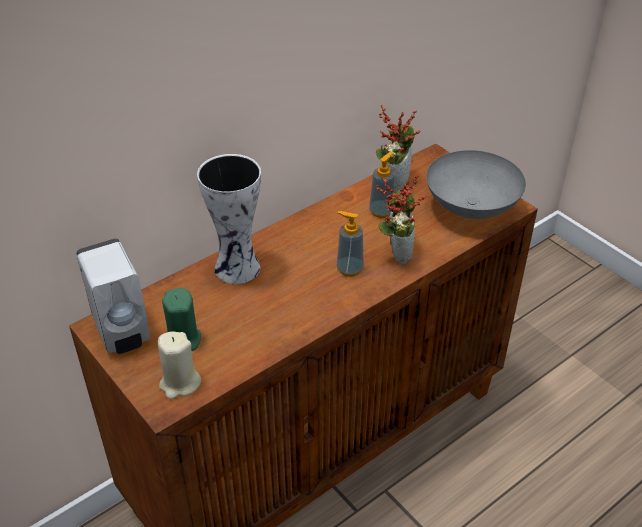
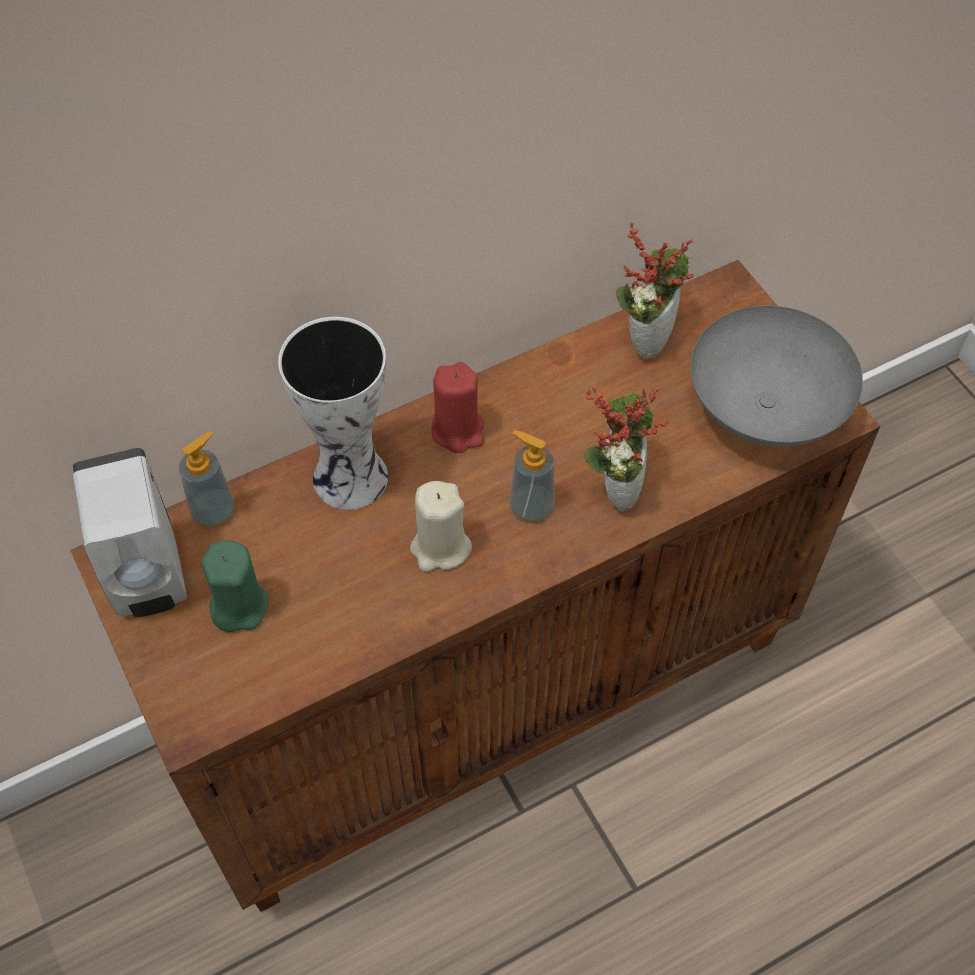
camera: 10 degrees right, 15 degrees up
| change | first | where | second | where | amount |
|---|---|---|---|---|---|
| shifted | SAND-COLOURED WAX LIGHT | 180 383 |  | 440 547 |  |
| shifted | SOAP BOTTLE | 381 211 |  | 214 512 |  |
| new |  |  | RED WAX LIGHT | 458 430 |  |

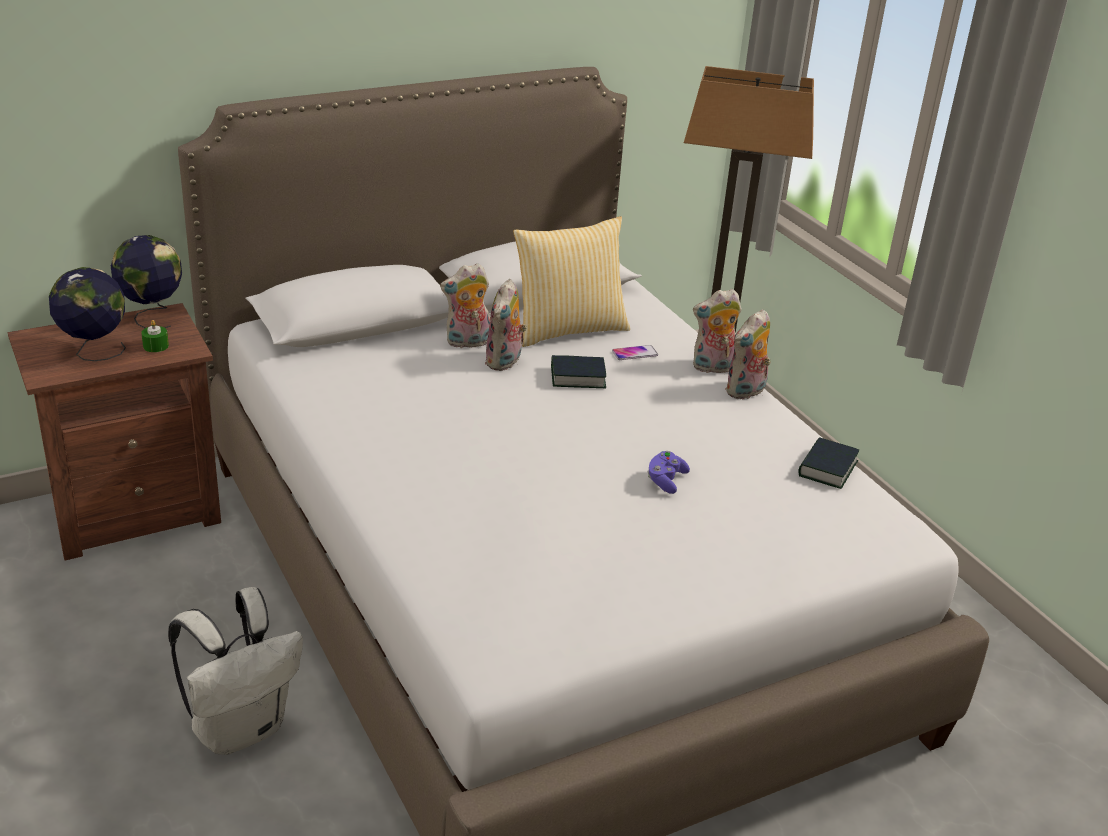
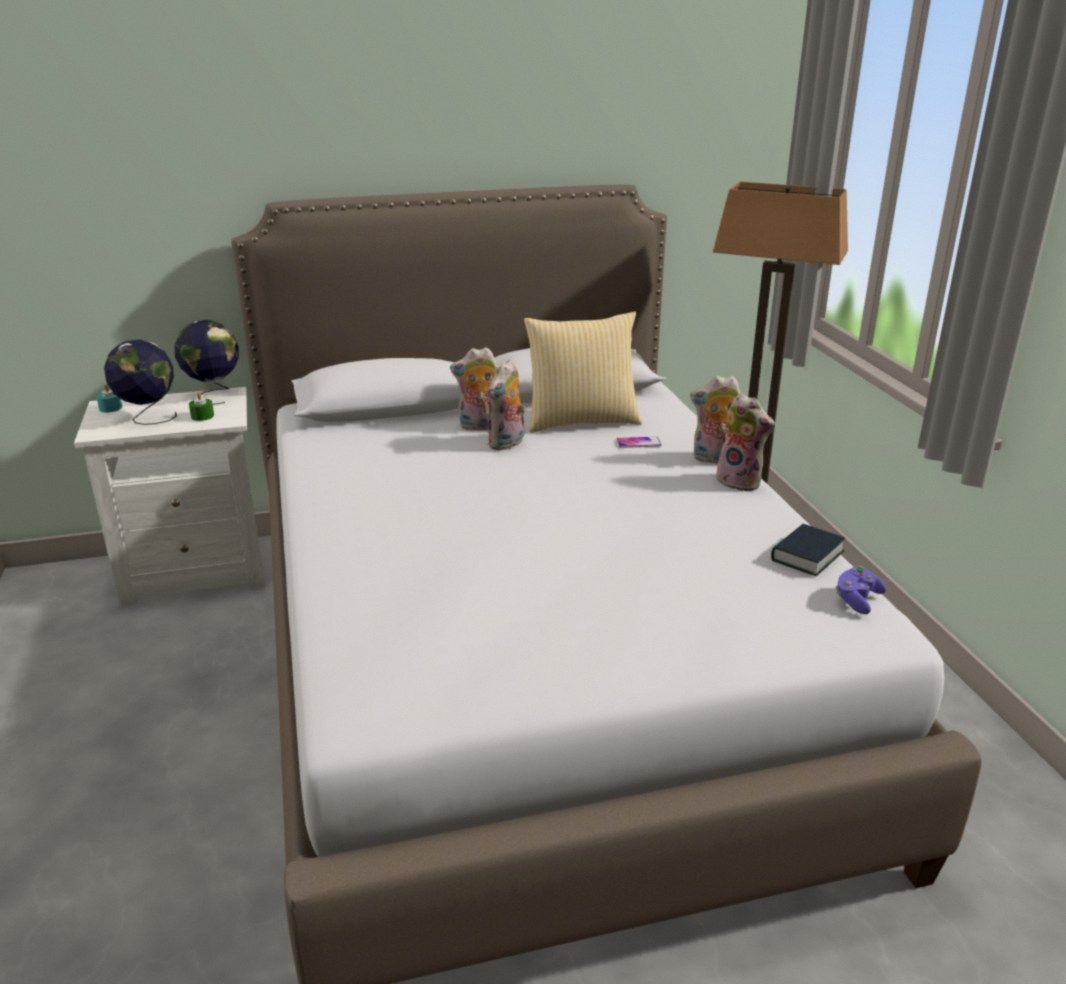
camera: 15 degrees right, 5 degrees down
| change | first | where | second | where | amount |
|---|---|---|---|---|---|
| repainted | BROWN NIGHT TABLE | 134 512 | WHITE-COLOURED NIGHT TABLE | 197 571 |  |
| gone | WHITE-COLOURED RUCKSACK | 241 728 |  |  |  |
| gone | BOUND BOOK | 577 377 |  |  |  |
| shifted | PURPLE GAME CONTROLLER | 666 480 |  | 857 599 |  |
| rotated | SOFT TOY | 746 392 |  | 741 481 | 105 degrees counterclockwise |
| new |  |  | TURQUOISE WAX LIGHT | 110 408 |  |

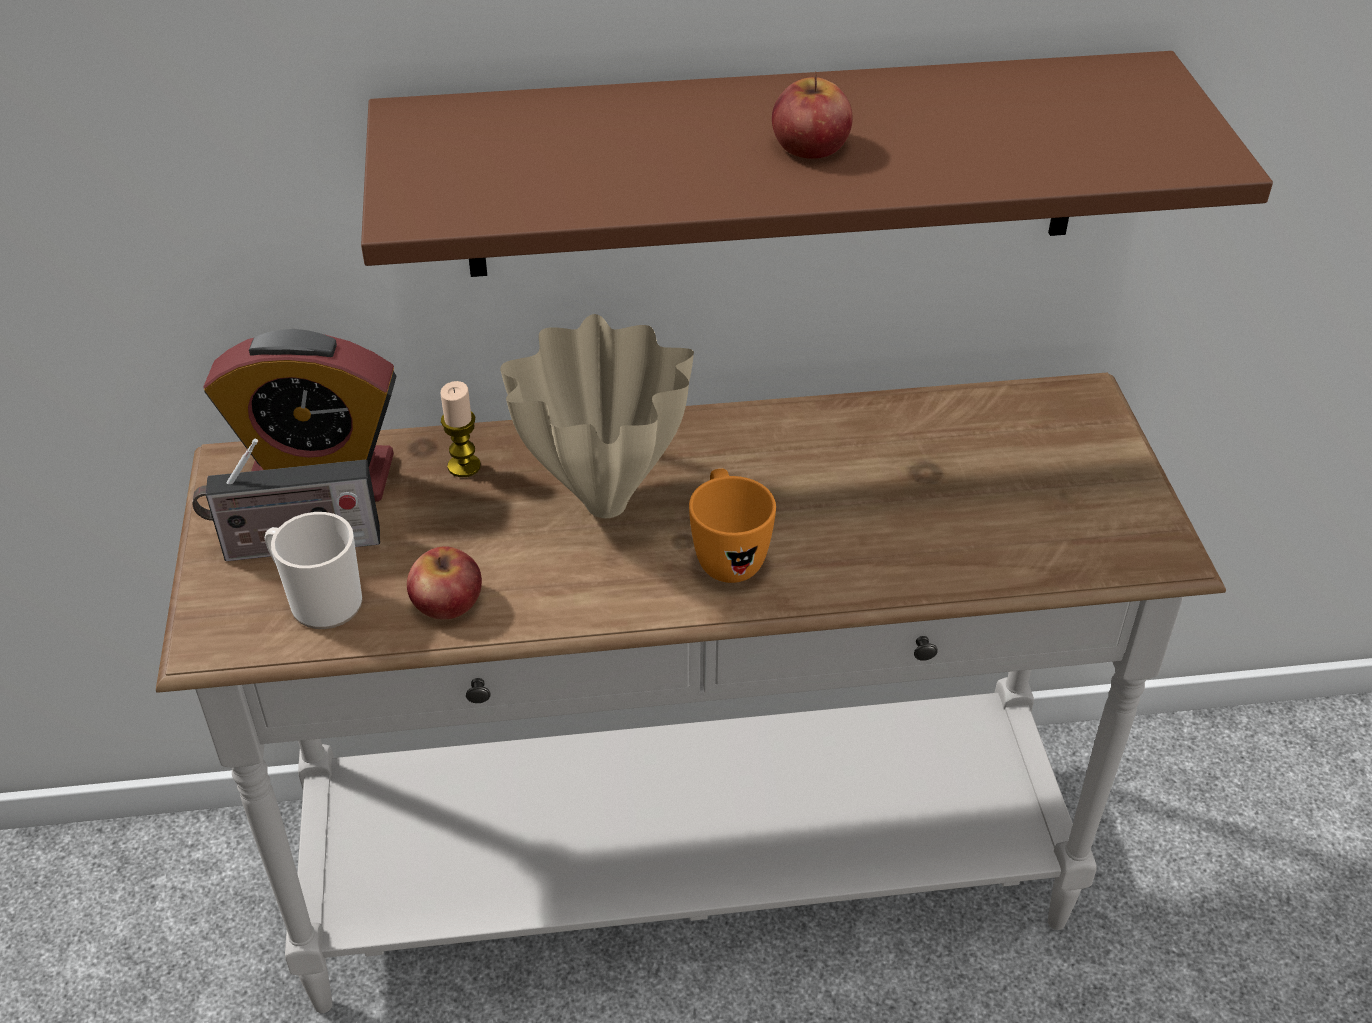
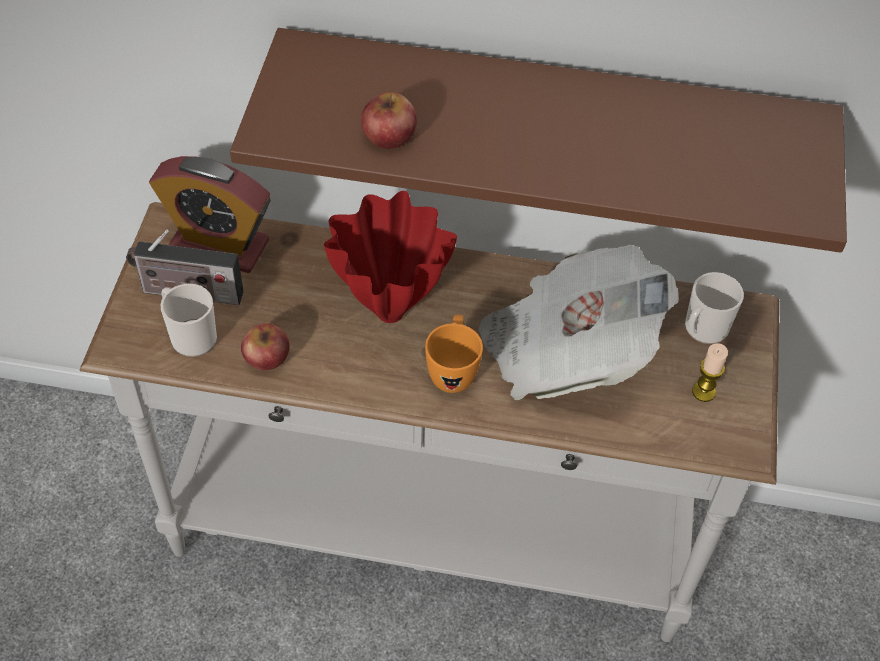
camera: 15 degrees right, 10 degrees up
| change | first | where | second | where | amount |
|---|---|---|---|---|---|
| shifted | WAX LIGHT | 464 466 |  | 703 392 |  |
| repainted | SAND-COLOURED FLOWER VASE | 606 501 | RED FLOWER VASE | 390 310 |  |
| shifted | WHOLE APPLE | 810 145 |  | 388 135 |  |
| new |  |  | PRINTED PAPER | 567 350 |  |
| new |  |  | MUG | 703 330 |  |

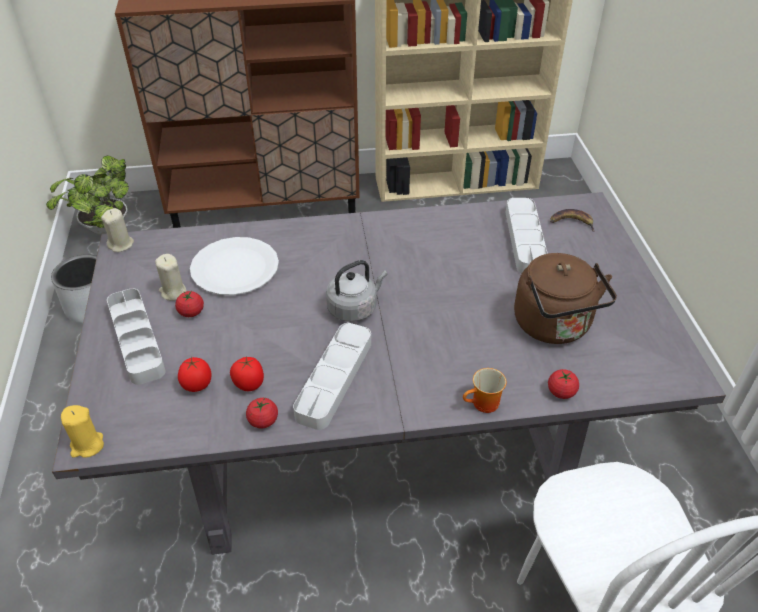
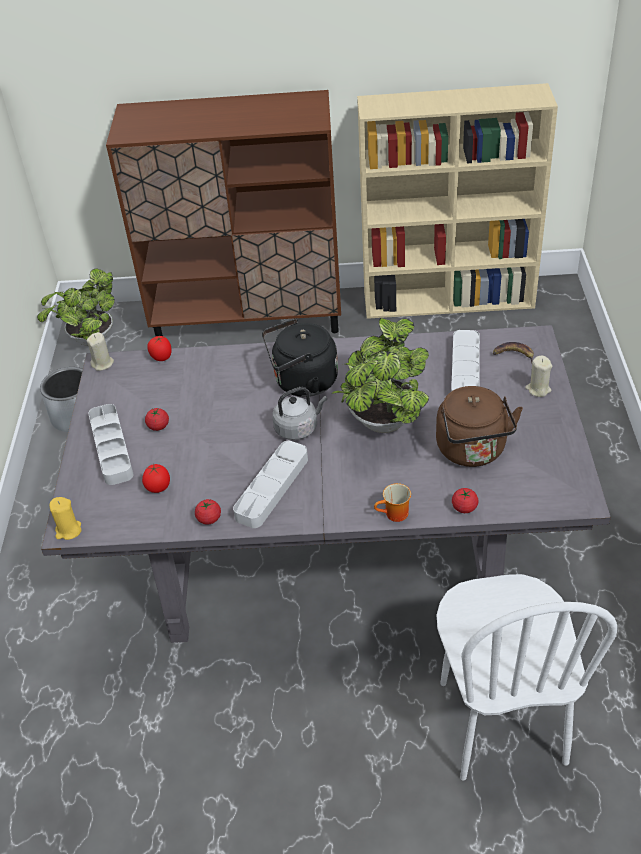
camera: 10 degrees right, 0 degrees up
| change | first | where | second | where | amount |
|---|---|---|---|---|---|
| shifted | SAND-COLOURED WAX LIGHT | 173 292 |  | 538 389 |  |
| gone | WHITE-COLOURED PLATE | 235 268 |  |  |  |
| shifted | FRESH TOMATO | 249 384 |  | 161 357 |  |
| new |  |  | BLACK-COLOURED TEA KETTLE | 302 383 |  |
| new |  |  | POTTED PLANT | 382 425 |  |

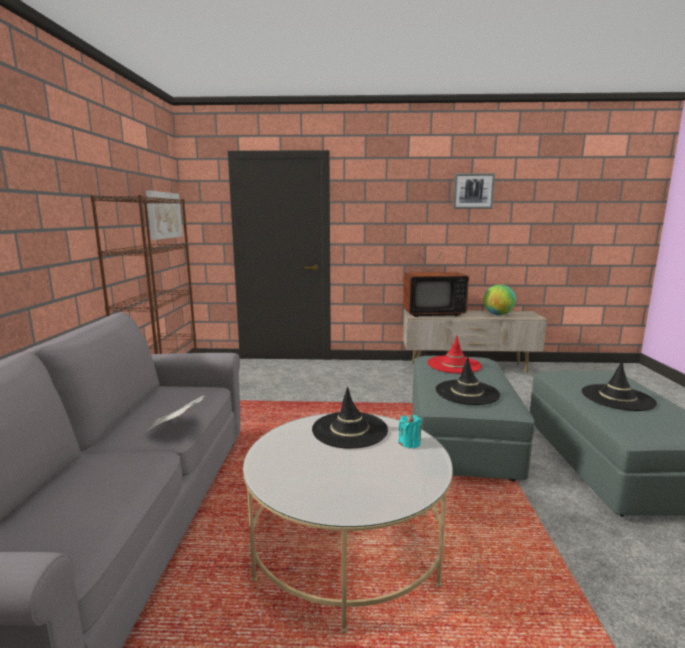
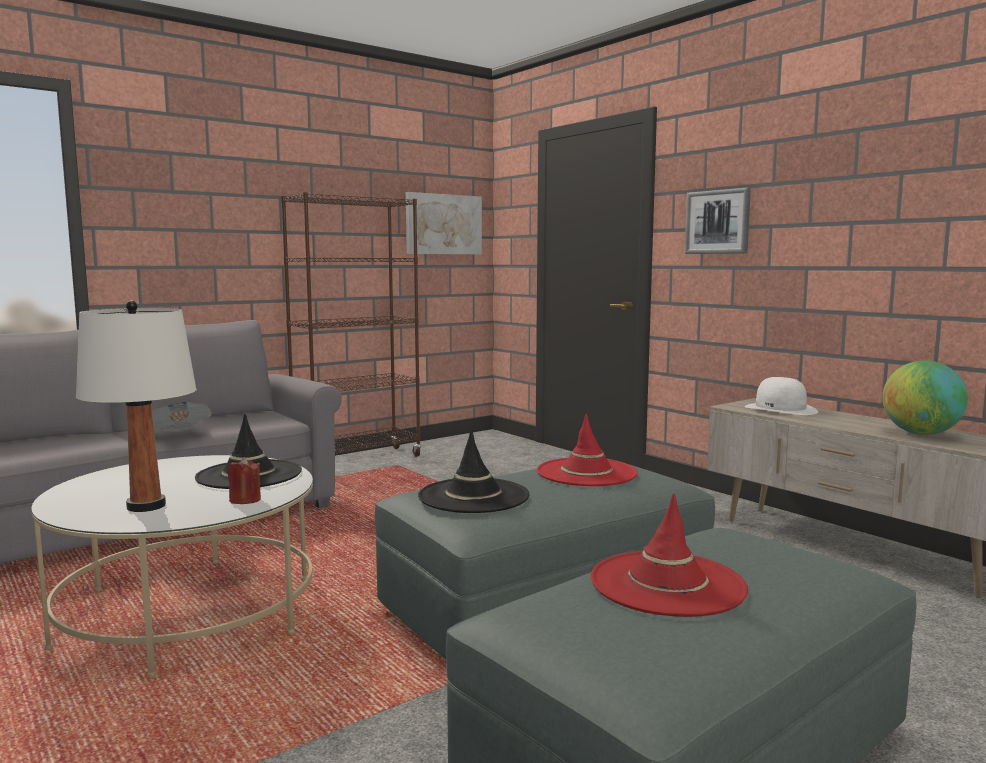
camera: 50 degrees right, 5 degrees down
| change | first | where | second | where | amount |
|---|---|---|---|---|---|
| repainted | TURQUOISE WAX LIGHT | 409 443 | RED WAX LIGHT | 245 500 |  |
| swapped | TV SET | 431 313 | WHITE-COLOURED CLOTHING HAT | 781 409 |  |
| shifted | WALL ART | 473 191 |  | 717 222 |  |
| repainted | BLACK-COLOURED CLOTHING HAT | 617 398 | RED CLOTHING HAT | 667 584 |  |
| new |  |  | WHITE-COLOURED TABLE LAMP | 145 506 |  |

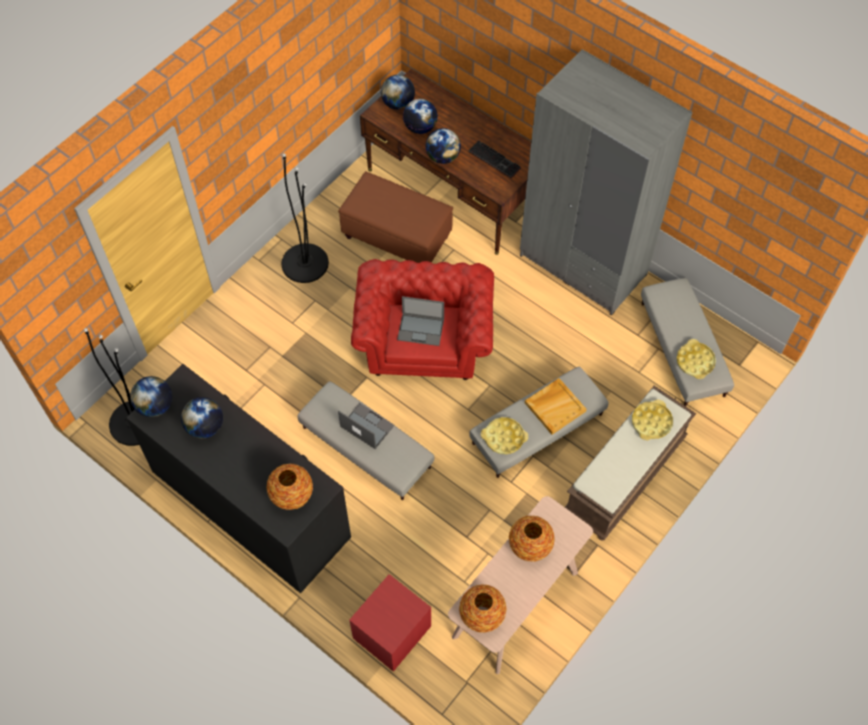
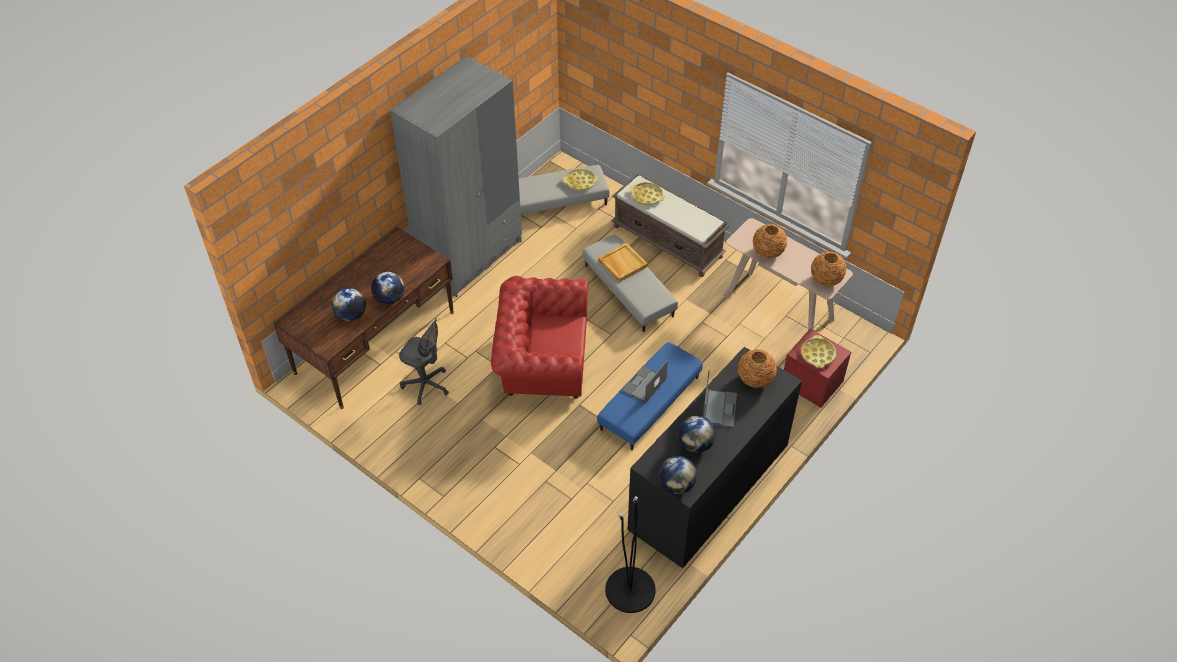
camera: 90 degrees left, 10 degrees down
| change | first | where | second | where | amount |
|---|---|---|---|---|---|
| gone | BLACK-COLOURED FLOOR LAMP | 305 263 |  |  |  |
| repainted | GREYISH OTTOMAN | 366 447 | BLUE OTTOMAN | 649 403 |  |
| swapped | BROWN OTTOMAN | 396 236 | GREYISH DESK CHAIR | 426 385 |  |
| gone | DESK GLOBE | 398 104 |  |  |  |
| shifted | LAPTOP | 421 329 |  | 719 408 |  |
| gone | COMPUTER KEYBOARD | 496 159 |  |  |  |
| shifted | YELLOW-COLOURED TRAY | 504 437 |  | 817 354 |  |

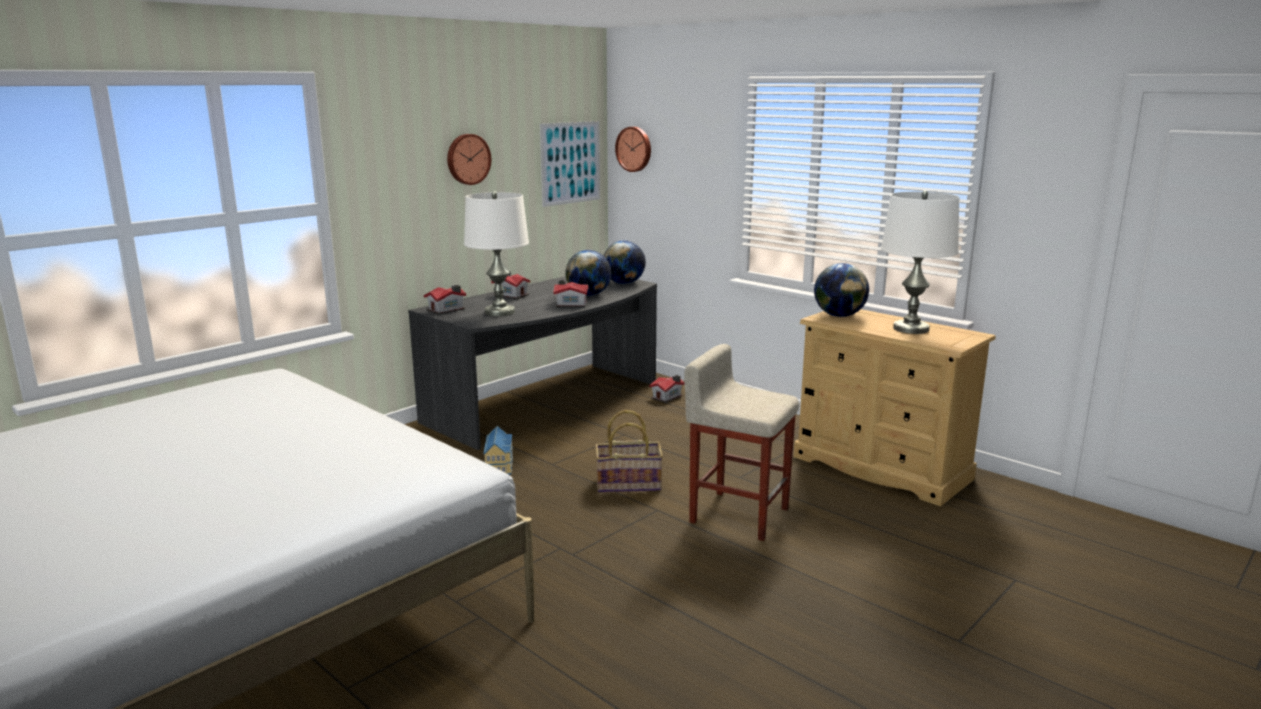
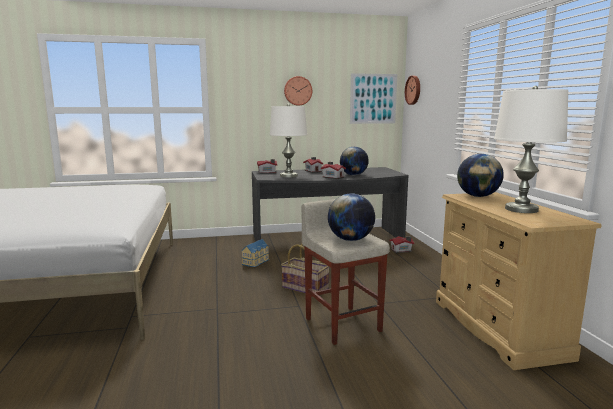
camera: 35 degrees right, 5 degrees down
| change | first | where | second | where | amount |
|---|---|---|---|---|---|
| shifted | DESK GLOBE | 624 283 |  | 350 239 |  |

